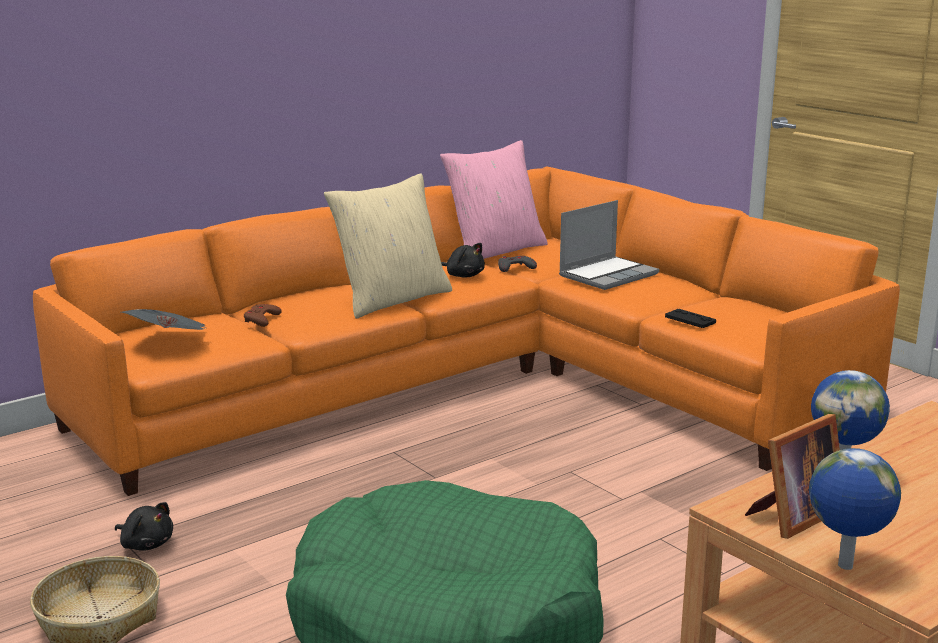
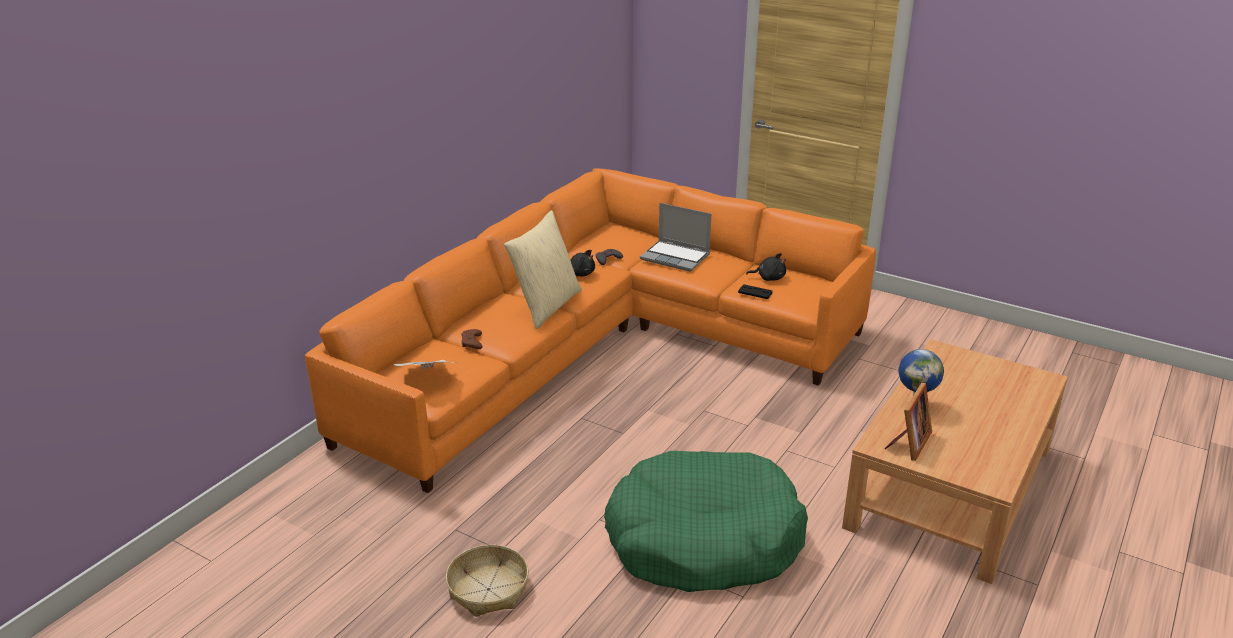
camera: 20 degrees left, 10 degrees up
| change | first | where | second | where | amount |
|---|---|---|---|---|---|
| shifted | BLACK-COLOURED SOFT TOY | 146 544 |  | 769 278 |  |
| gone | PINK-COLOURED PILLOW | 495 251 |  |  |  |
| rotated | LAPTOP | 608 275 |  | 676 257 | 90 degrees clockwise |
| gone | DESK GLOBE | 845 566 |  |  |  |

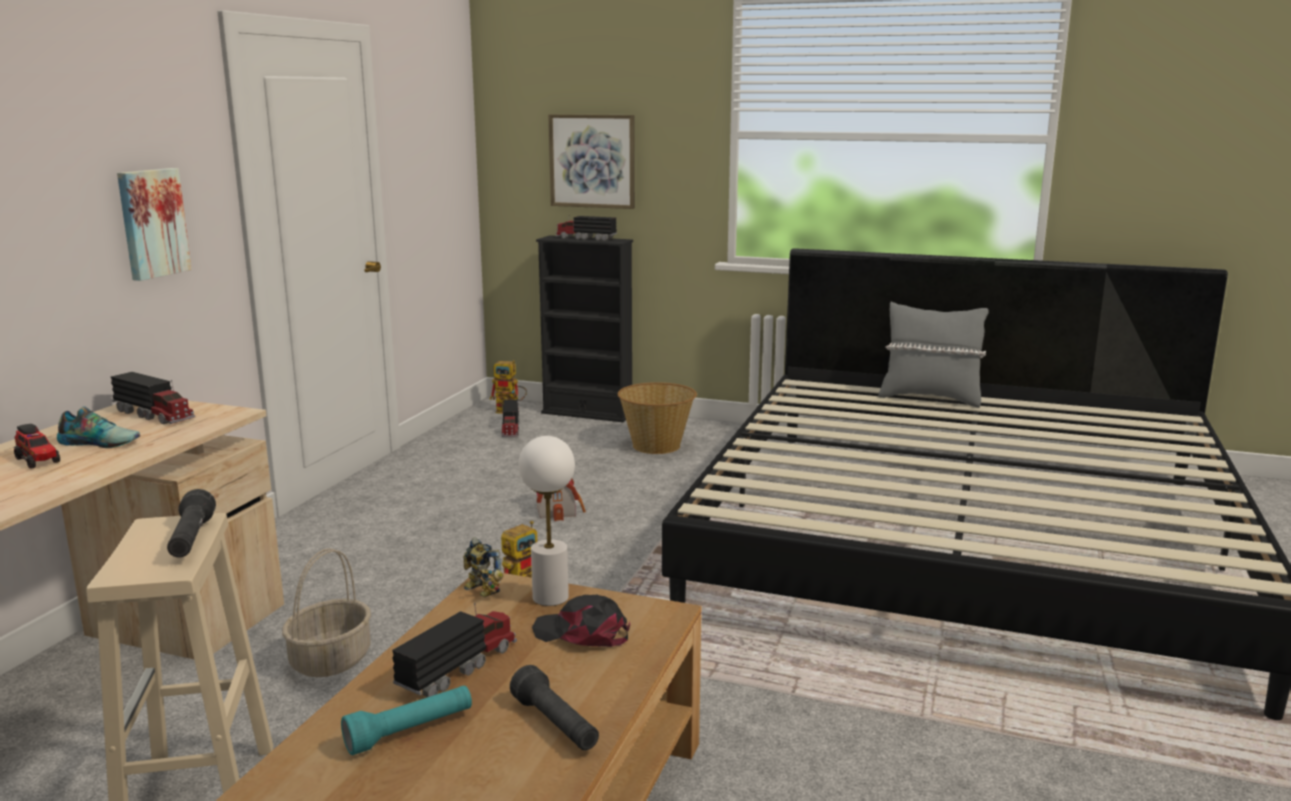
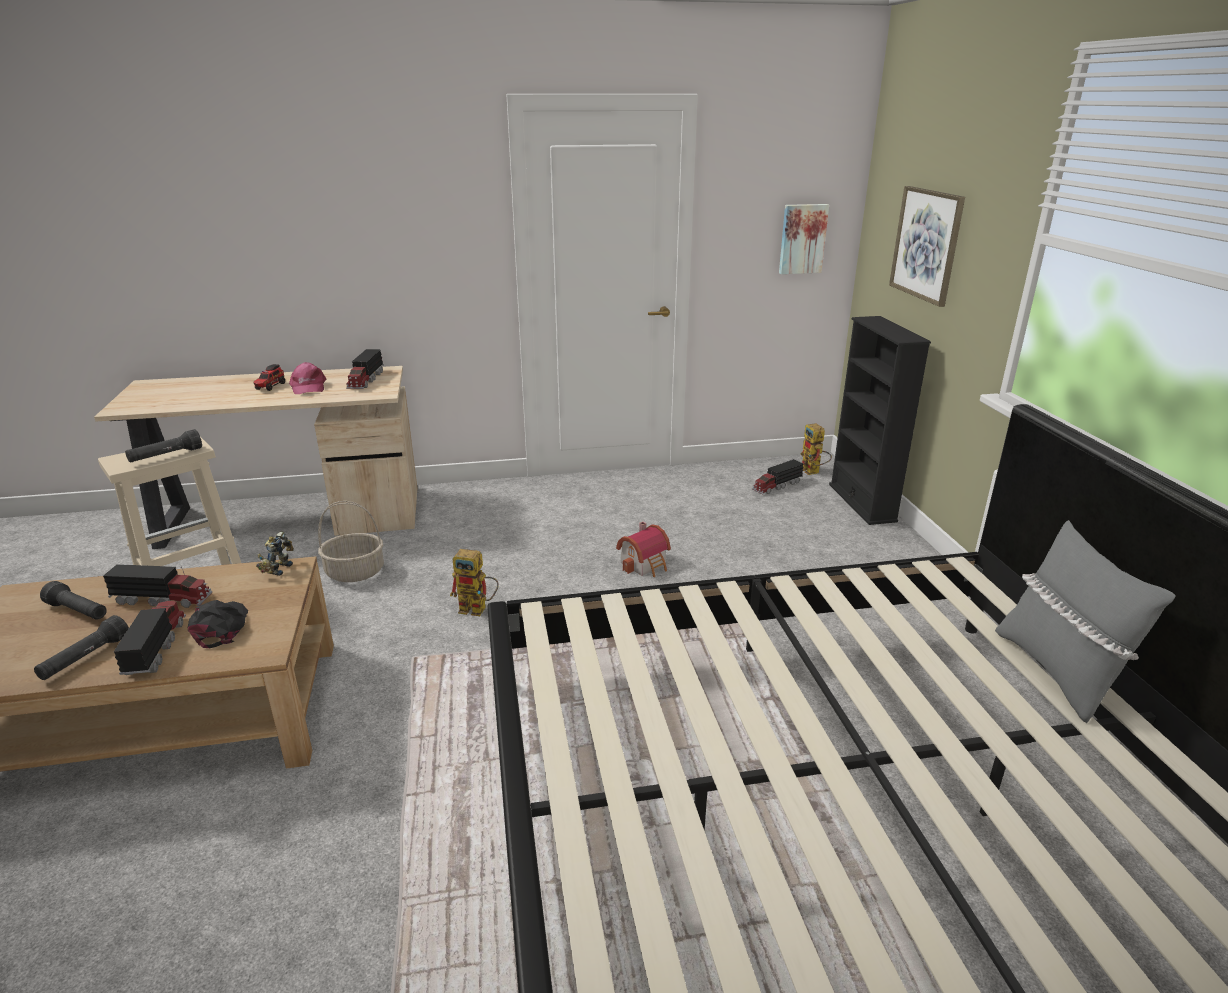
camera: 60 degrees right, 10 degrees up
| change | first | where | second | where | amount |
|---|---|---|---|---|---|
| swapped | LOW SHOE | 100 442 | PINK-COLOURED BASEBALL CAP | 308 387 |  |
| shifted | WALL ART | 151 223 |  | 802 238 |  |
| repainted | TURQUOISE FLASHLIGHT | 410 732 | BLACK-COLOURED FLASHLIGHT | 78 611 |  |
| gone | WHITE-COLOURED TABLE LAMP | 550 597 |  |  |  |
| shifted | TOY TRUCK | 585 238 |  | 156 647 |  |
| gone | STORAGE BASKET | 657 446 |  |  |  |

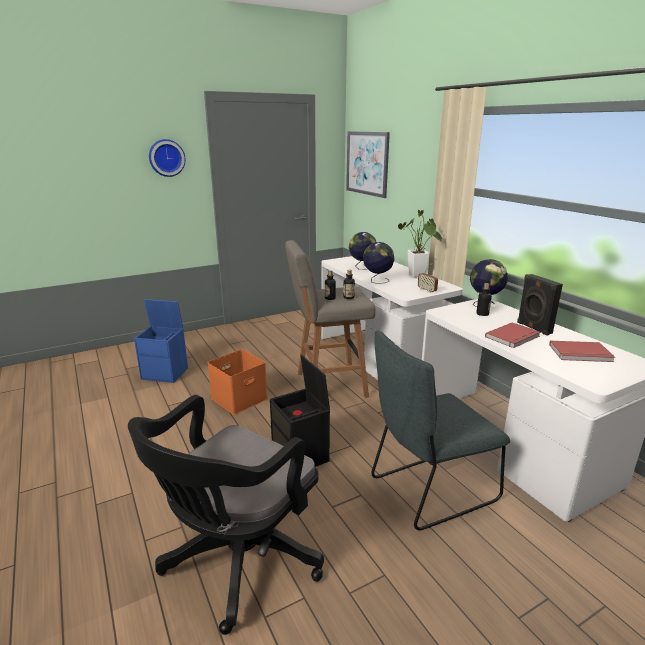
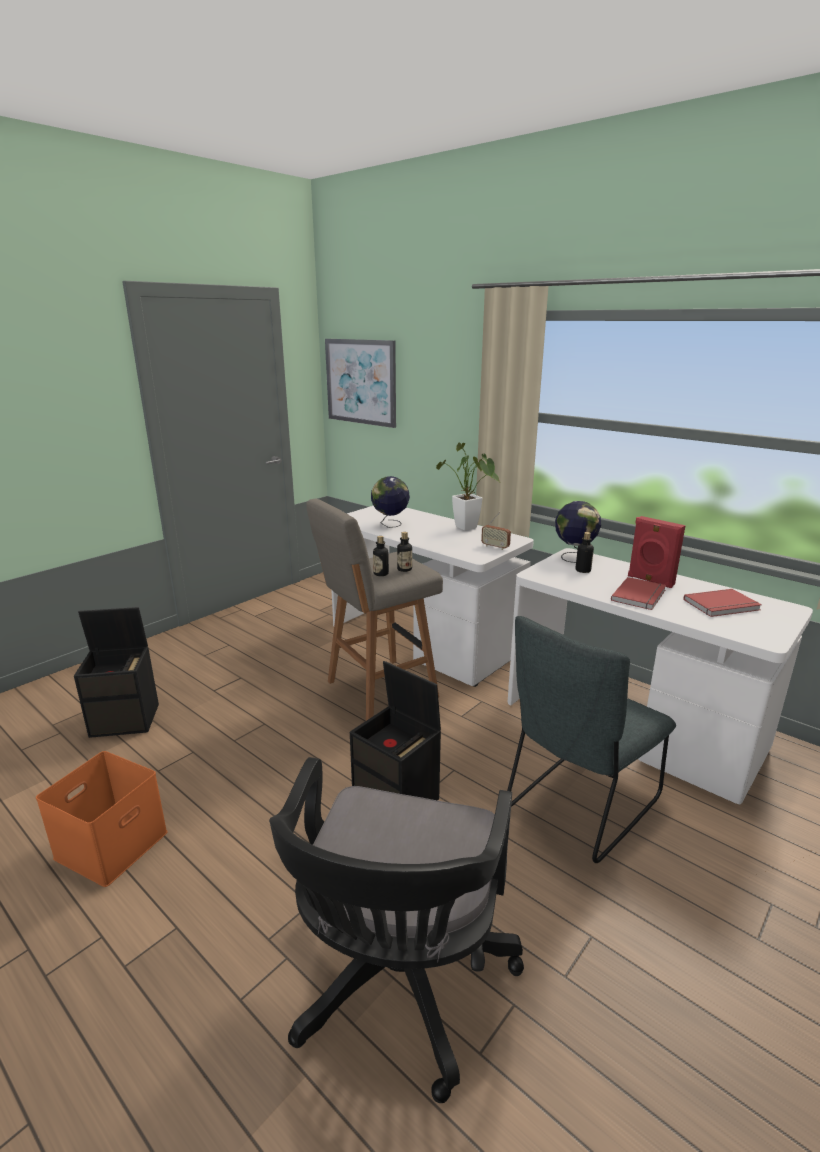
camera: 20 degrees left, 0 degrees up
| change | first | where | second | where | amount |
|---|---|---|---|---|---|
| repainted | BLUE STORAGE CONTAINER | 166 373 | BLACK-COLOURED STORAGE CONTAINER | 126 719 |  |
| gone | WALL CLOCK | 166 158 |  |  |  |
| shifted | ORANGE-COLOURED STORAGE CONTAINER | 239 398 |  | 112 843 |  |
| gone | DESK GLOBE | 377 281 |  |  |  |
| repainted | BLACK-COLOURED AUDIO SPEAKER | 533 328 | RED AUDIO SPEAKER | 650 581 |  |

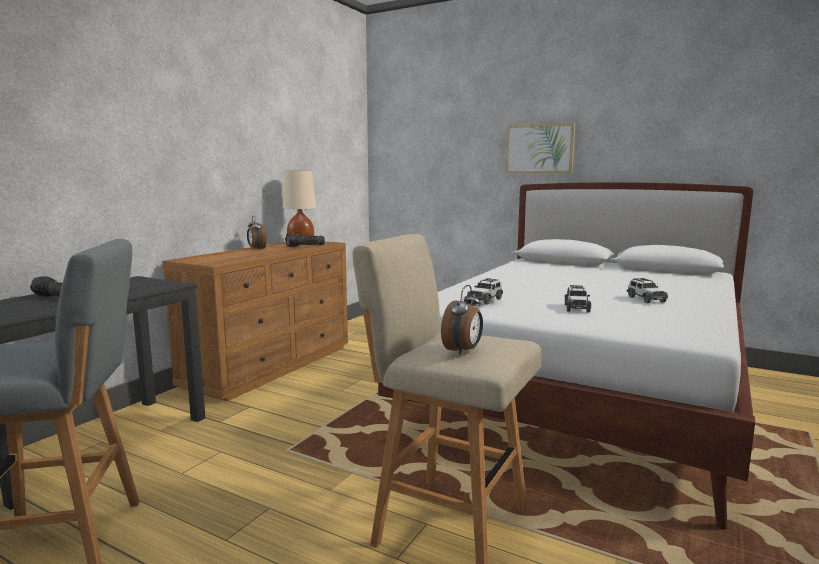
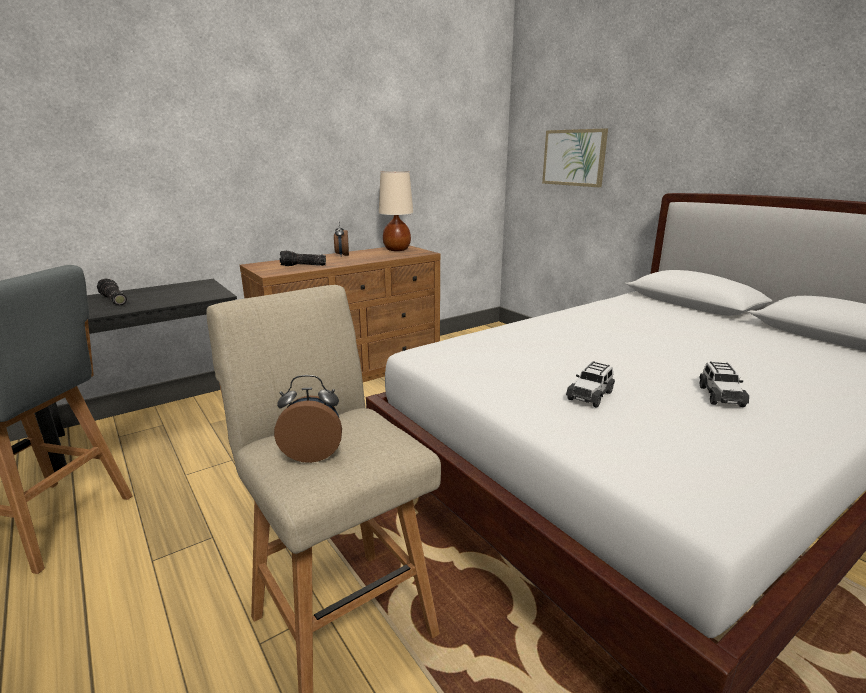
camera: 25 degrees right, 10 degrees up
| change | first | where | second | where | amount |
|---|---|---|---|---|---|
| shifted | FLASHLIGHT | 305 246 |  | 303 266 |  |
| rotated | TABLE CLOCK | 463 351 |  | 313 453 | 150 degrees counterclockwise |
| gone | MINIATURE CAR | 485 300 |  |  |  |
| shifted | WALL ART | 539 149 |  | 574 157 |  |

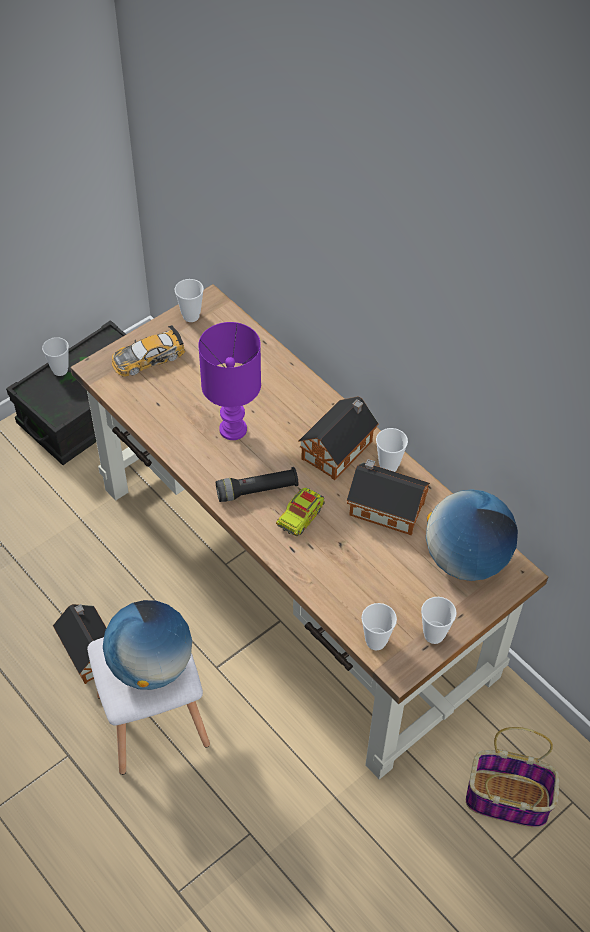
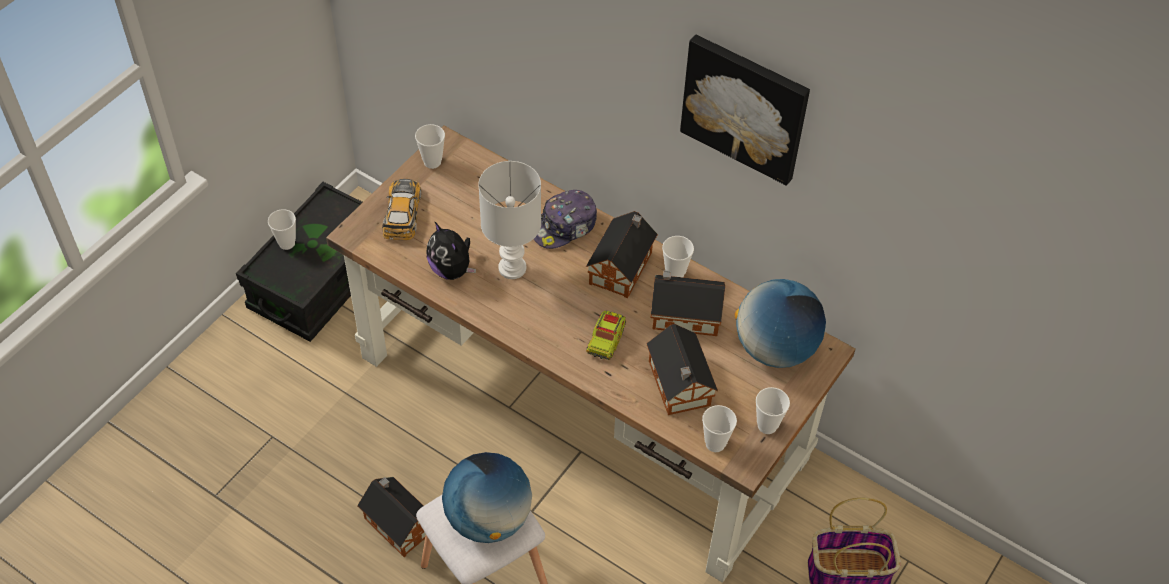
camera: 15 degrees left, 0 degrees up
| change | first | where | second | where | amount |
|---|---|---|---|---|---|
| rotated | MINIATURE CAR | 147 357 |  | 402 212 | 135 degrees clockwise |
| repainted | PURPLE TABLE LAMP | 234 428 | WHITE-COLOURED TABLE LAMP | 513 267 |  |
| gone | BLACK-COLOURED FLASHLIGHT | 257 490 |  |  |  |
| new |  |  | SOFT TOY | 452 269 |  |
| new |  |  | BASEBALL CAP | 564 226 |  |
| new |  |  | TOY HOUSE | 679 386 |  |
| new |  |  | WALL ART | 745 107 |  |

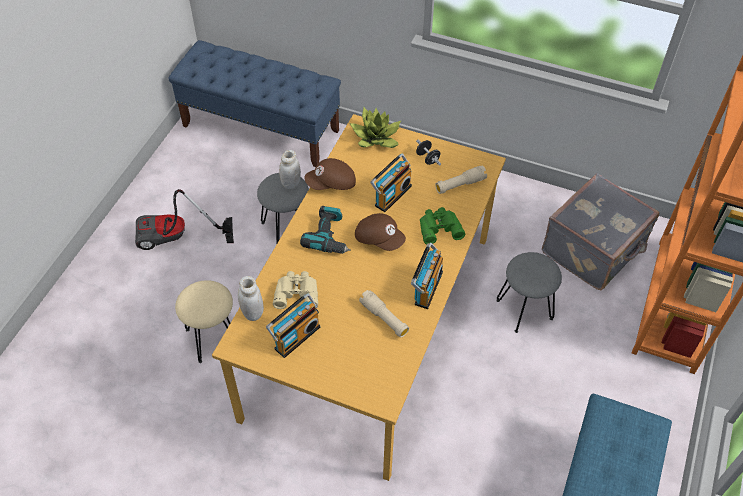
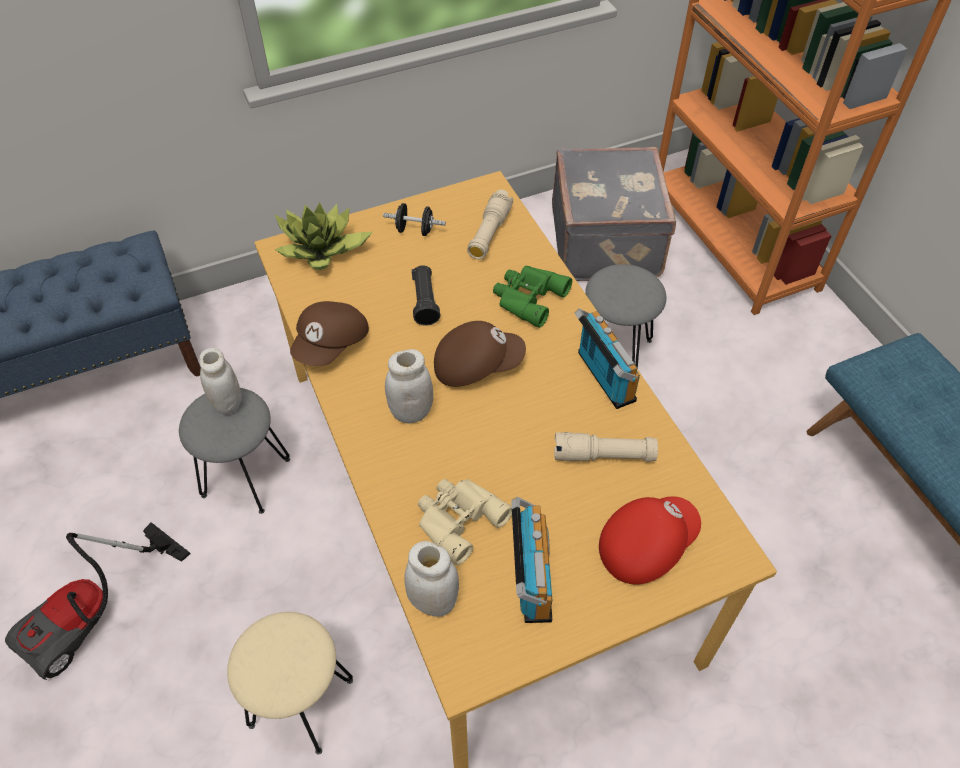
camera: 45 degrees left, 0 degrees up
| change | first | where | second | where | amount |
|---|---|---|---|---|---|
| swapped | DRILL | 329 236 | WHITE-COLOURED PRESERVE JAR | 411 412 |  |
| swapped | RADIO SET | 391 195 | BLACK-COLOURED FLASHLIGHT | 425 302 |  |
| new |  |  | RED BASEBALL CAP | 645 545 |  |

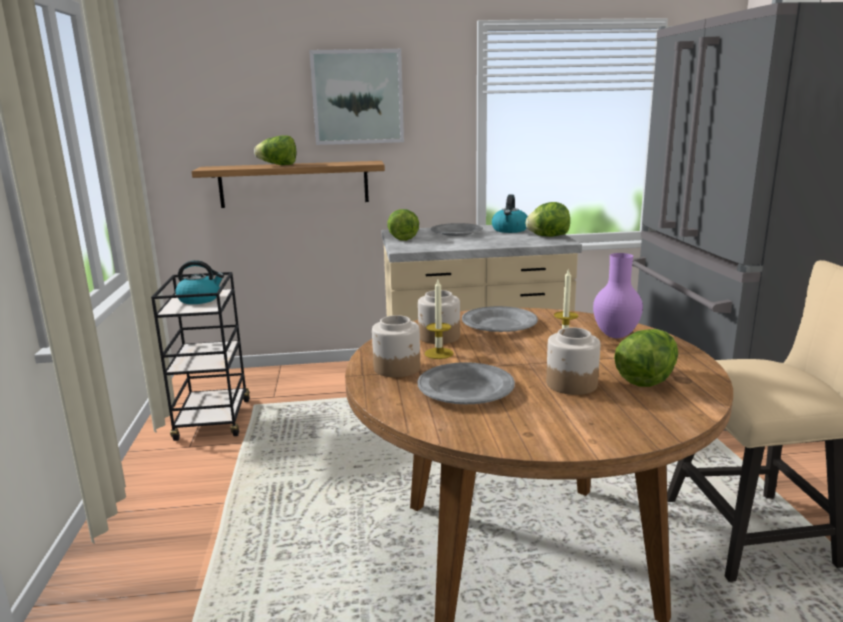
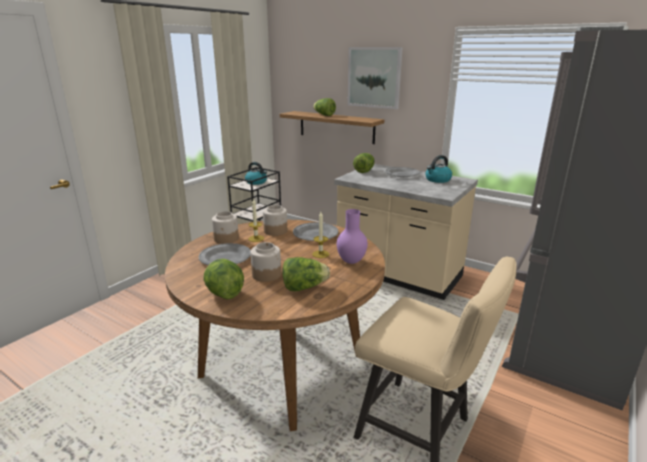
camera: 40 degrees right, 5 degrees up
| change | first | where | second | where | amount |
|---|---|---|---|---|---|
| shifted | LETTUCE | 548 236 |  | 224 294 |  |

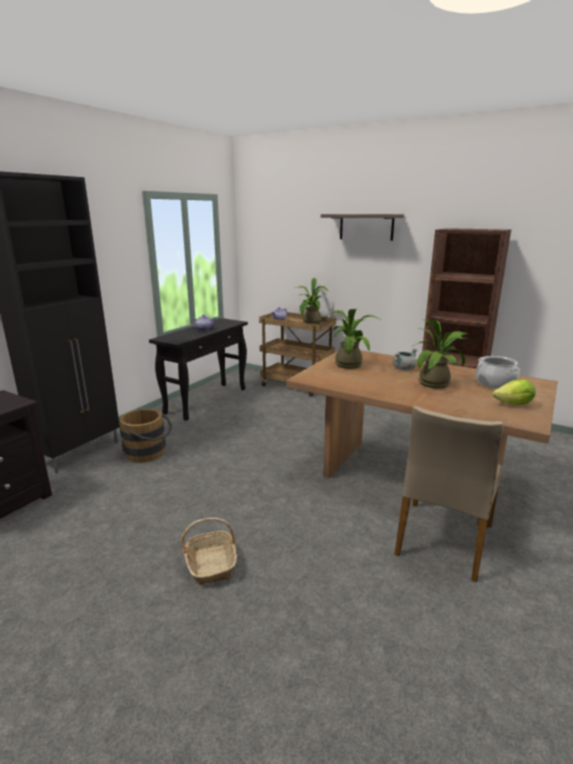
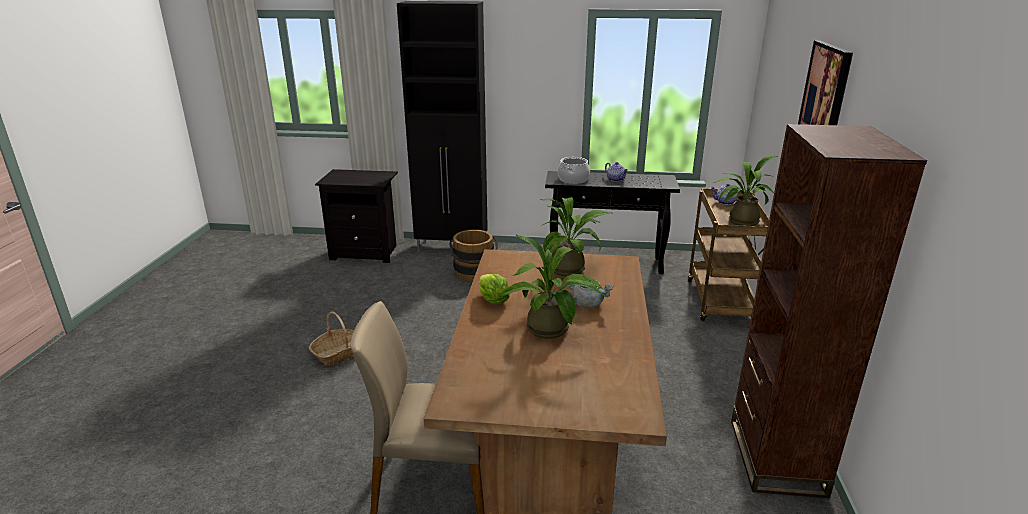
camera: 65 degrees right, 5 degrees up
| change | first | where | second | where | amount |
|---|---|---|---|---|---|
| swapped | BRACKET SHELF | 366 227 | WALL ART | 826 93 |  |
| shifted | STOCKPOT | 495 383 |  | 573 179 |  |
| shifted | LETTUCE | 513 404 |  | 493 301 |  |

